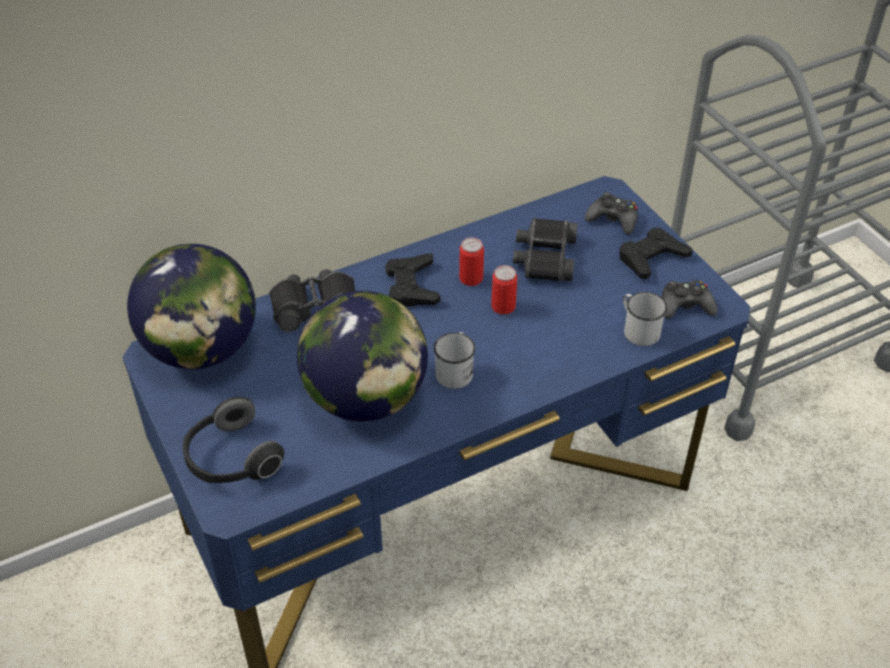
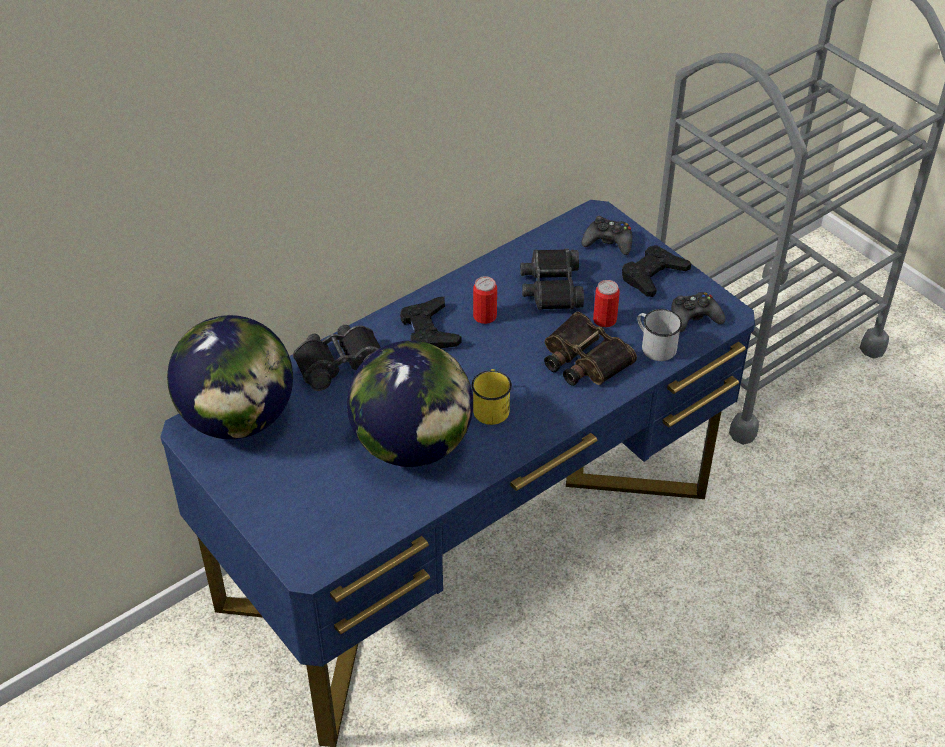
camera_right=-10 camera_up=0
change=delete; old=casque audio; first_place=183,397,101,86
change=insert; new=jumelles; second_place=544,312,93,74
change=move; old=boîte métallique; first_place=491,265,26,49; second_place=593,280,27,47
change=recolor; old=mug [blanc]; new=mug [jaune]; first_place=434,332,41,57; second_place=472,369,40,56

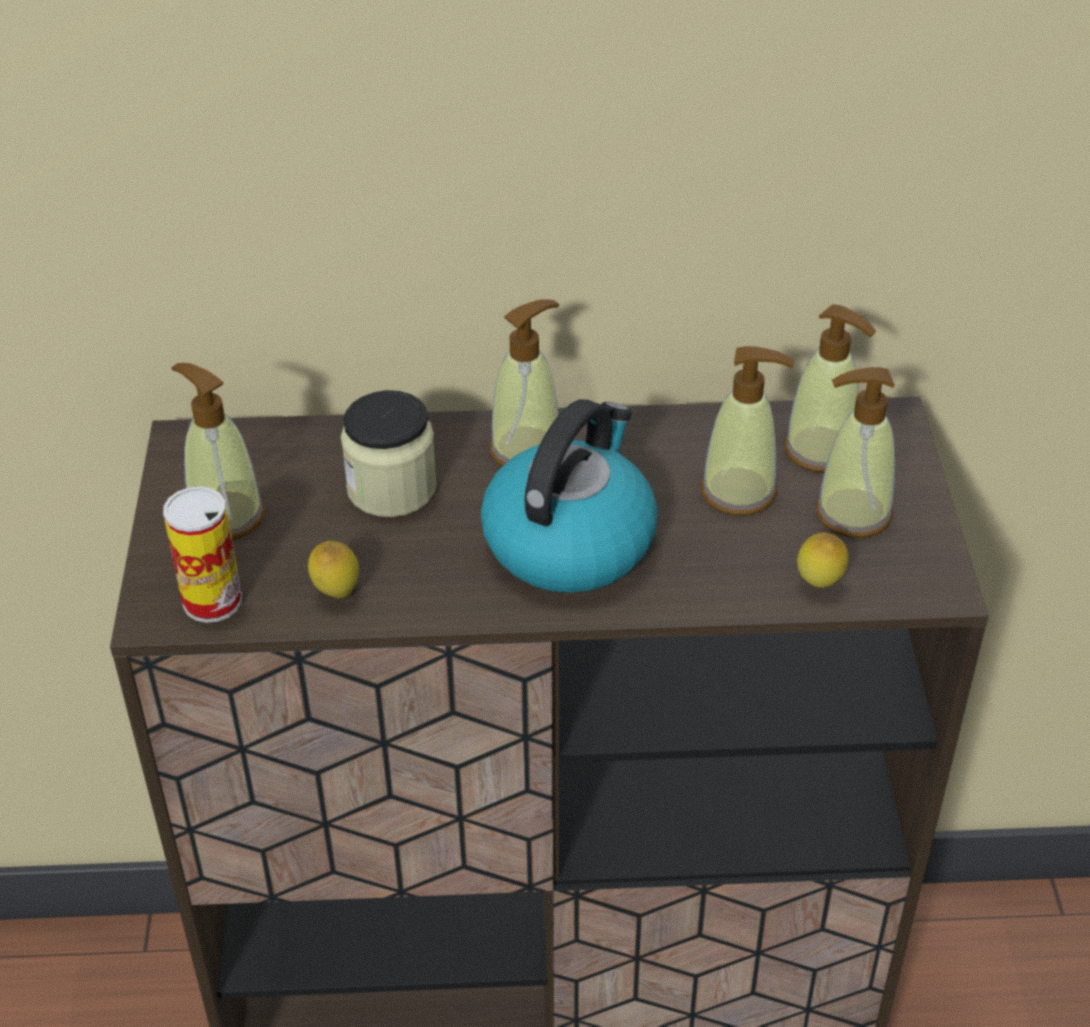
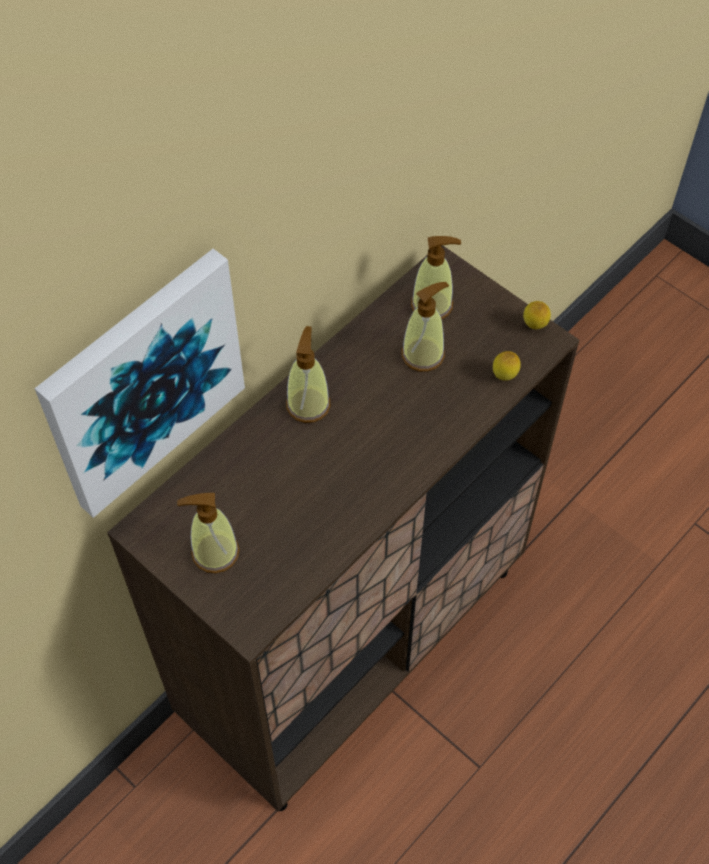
camera_right=-45 camera_up=15
change=delete; old=boîte métallique; first_place=163,486,79,137
change=delete; old=bocal; first_place=341,390,96,127
change=delete; old=bouilloire; first_place=481,399,177,194
change=delete; old=distributeur de savon; first_place=816,367,79,171
change=insert; new=tableau; second_place=35,249,210,269
change=move; old=citron; first_place=308,541,51,57; second_place=523,301,28,29

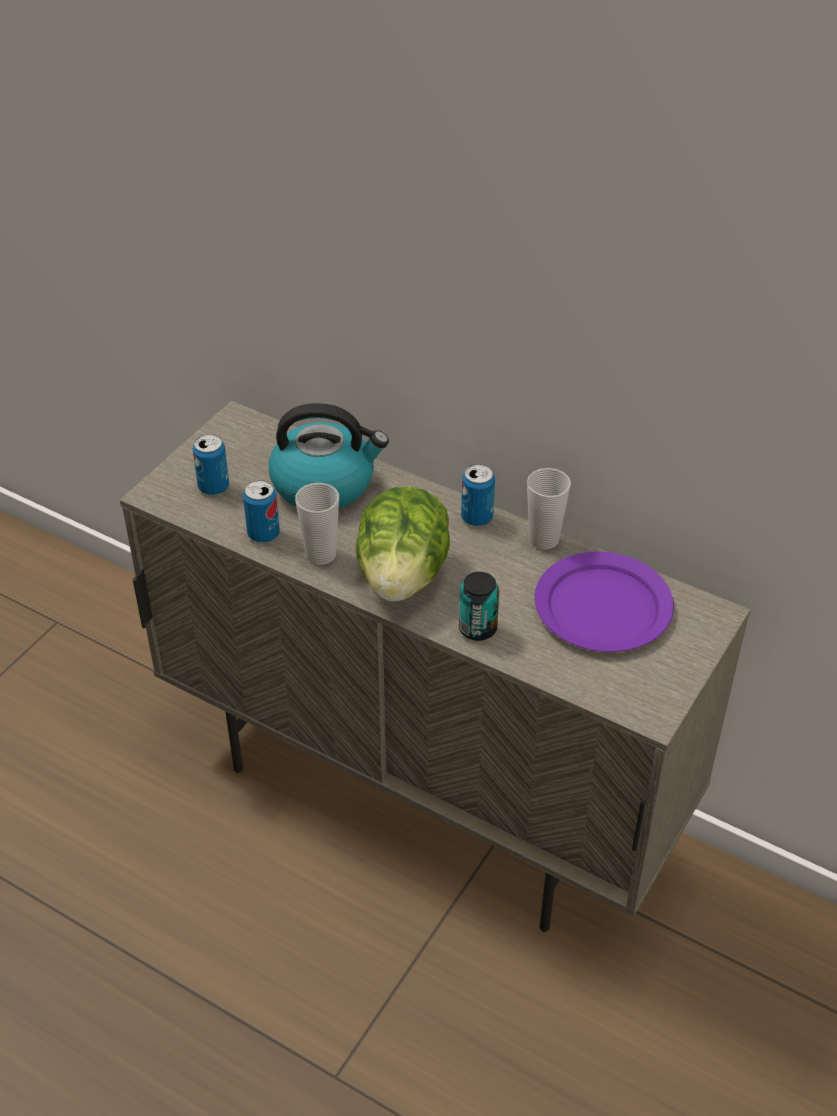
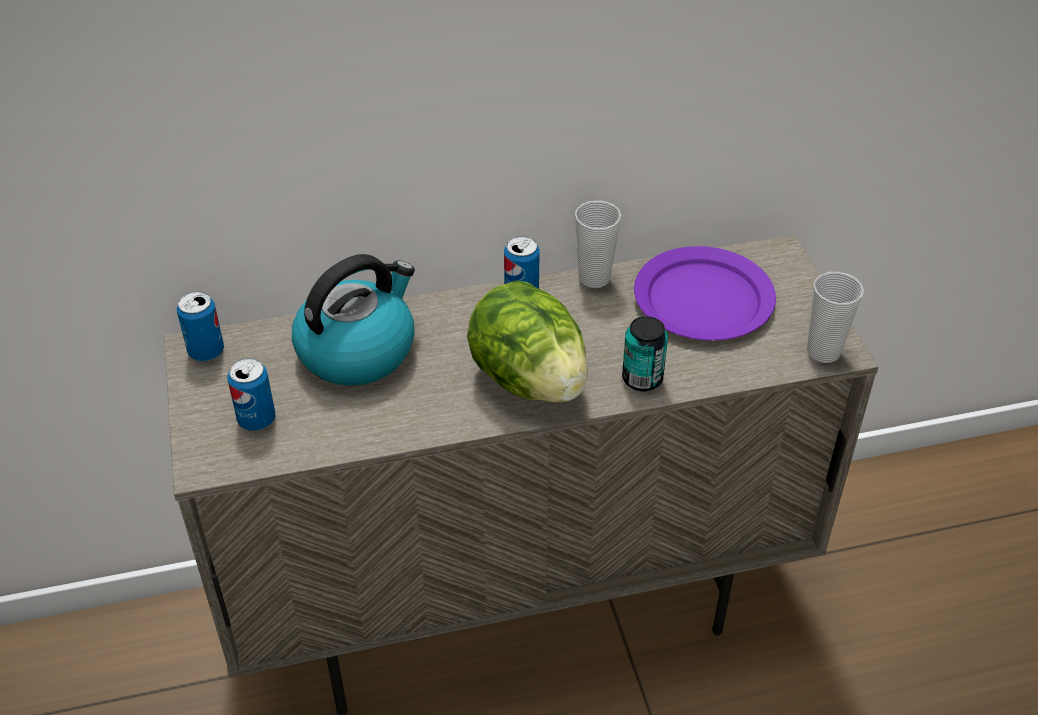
camera_right=-45 camera_up=0
change=move; old=boîte métallique; first_place=243,480,37,63; second_place=177,291,47,70
change=move; old=tasse; first_place=295,483,44,82; second_place=807,272,57,91

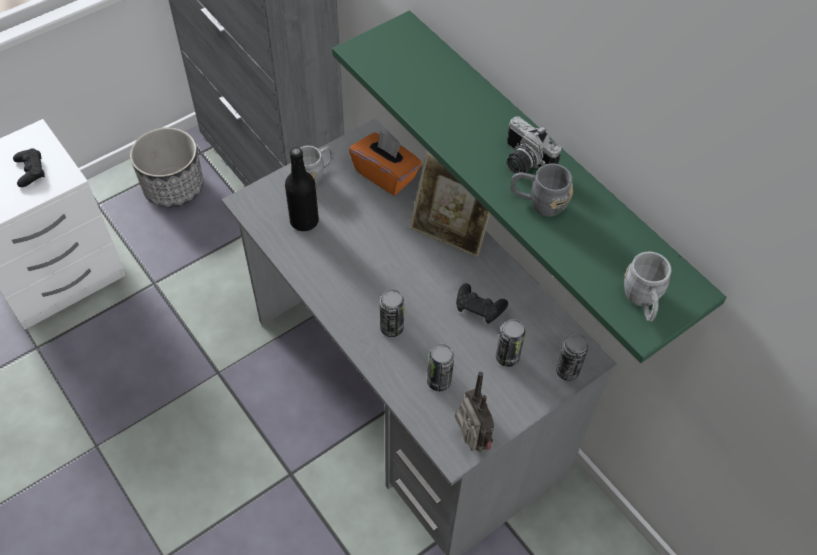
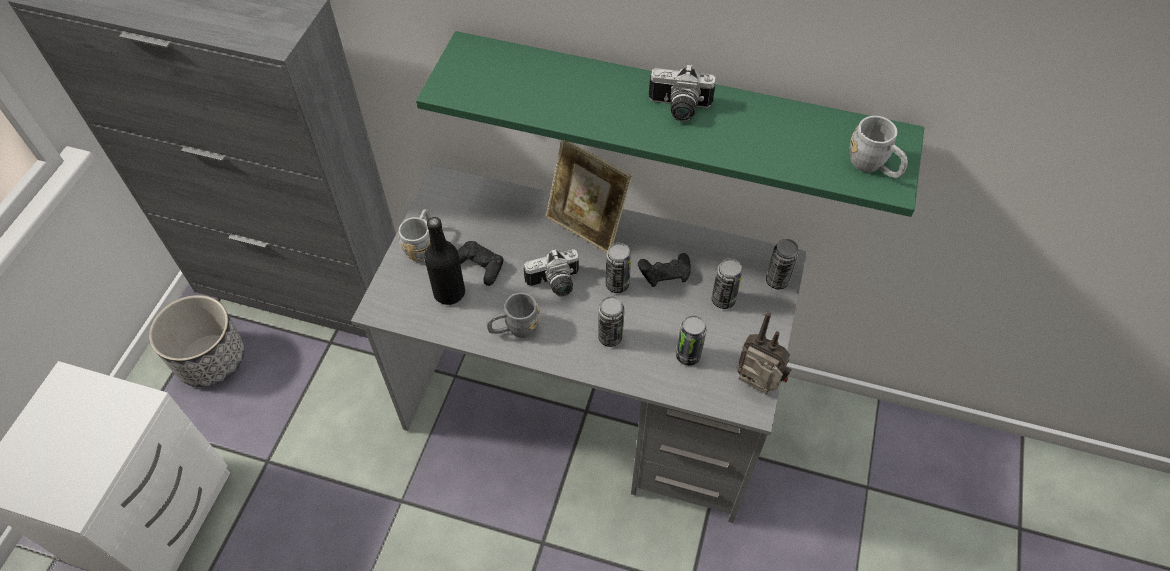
camera_right=-35 camera_up=0
change=delete; old=boîte à mouchoirs [orange]; first_place=349,130,73,65
change=insert; new=appareil photo; second_place=524,249,55,47
change=insert; new=boîte métallique; second_place=605,243,26,50
change=move; old=manette [noir]; first_place=13,148,32,39; second_place=457,241,46,45
change=move; old=mug [gris]; first_place=510,163,63,54; second_place=487,293,53,45
change=rotate; old=cadre photo; first_place=410,153,80,104; second_place=546,140,86,113; degrees=45

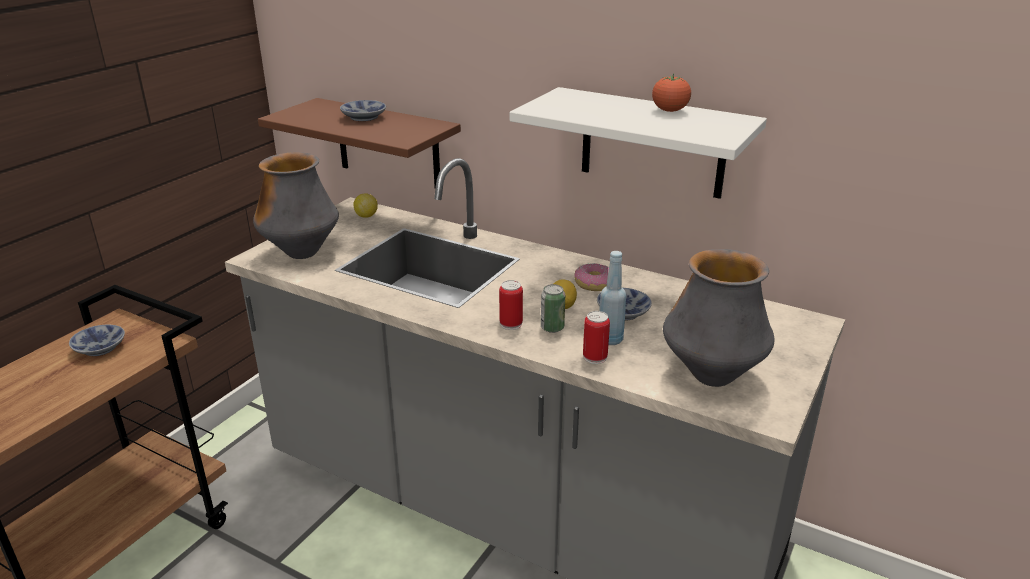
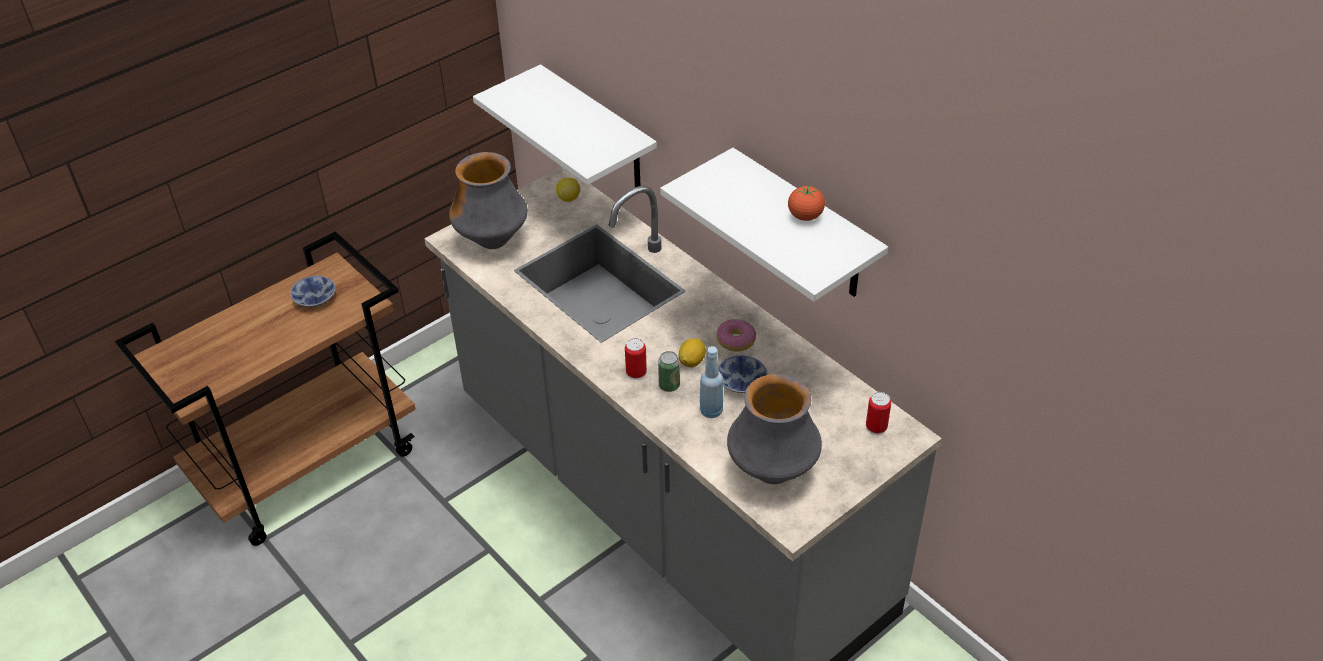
camera_right=20 camera_up=15
change=delete; old=bol; first_place=340,100,46,21
change=move; old=boîte métallique; first_place=583,311,27,53; second_place=866,392,25,43
change=recolor; old=étagère [marron]; new=étagère [blanc]; first_place=258,98,203,90; second_place=473,64,184,123

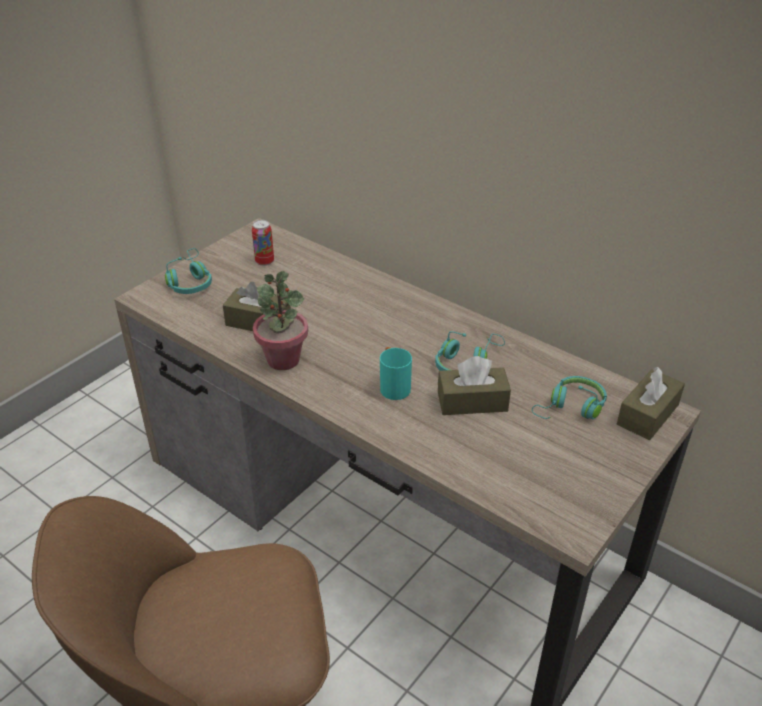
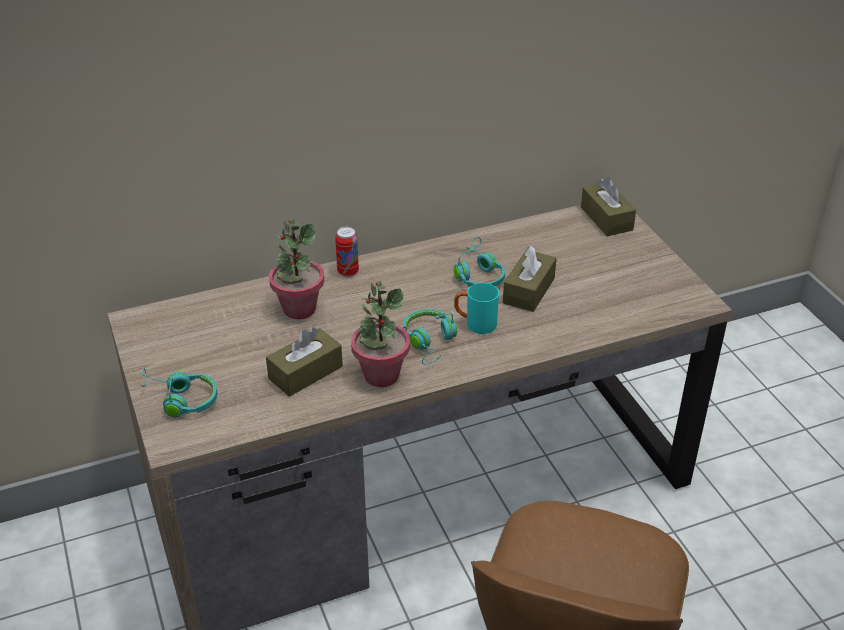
camera_right=-60 camera_up=0
change=insert; new=plante en pot; second_place=269,218,55,101
change=move; old=boîte métallique; first_place=252,220,22,46; second_place=335,227,24,50
change=move; old=casque audio [turquoise]; first_place=532,376,75,43; second_place=403,309,54,55

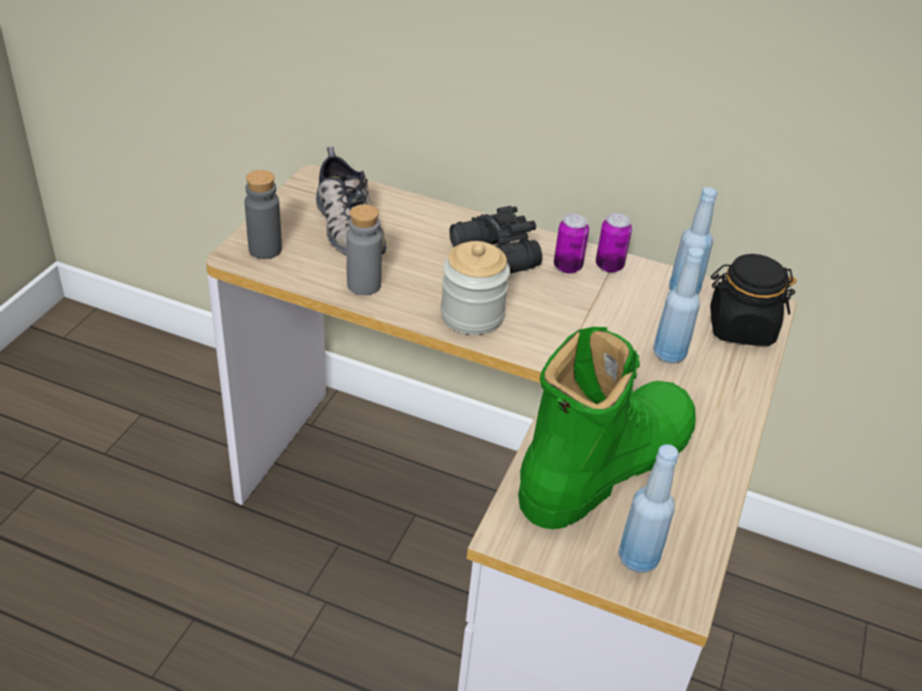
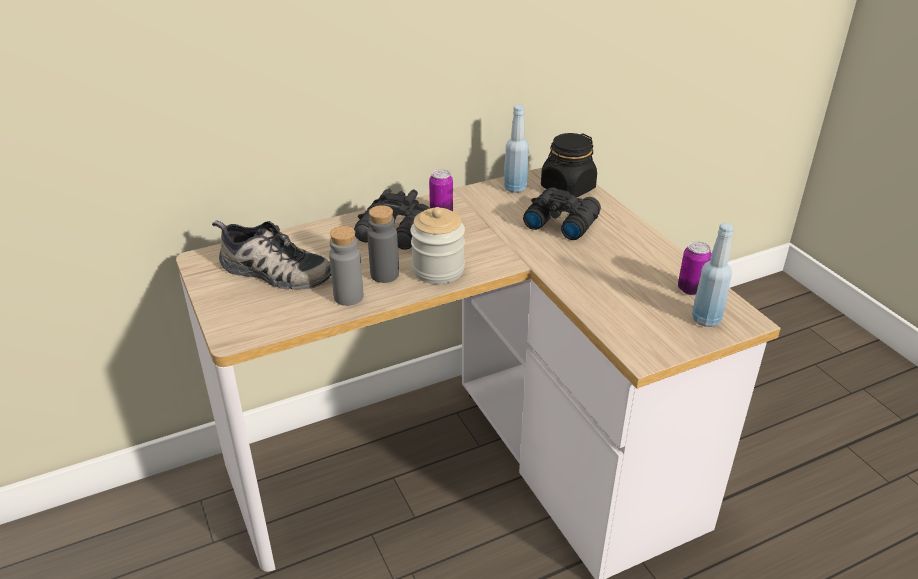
camera_right=-45 camera_up=-5
change=delete; old=botte [vert]; first_place=518,327,178,202
change=move; old=bouteille [gris]; first_place=245,170,37,89; second_place=367,205,32,78
change=move; old=boîte métallique; first_place=596,213,36,60; second_place=678,241,34,54
change=replace; old=bouteille [bleu]; new=jumelles [noir]; first_place=653,247,51,116; second_place=523,188,78,52

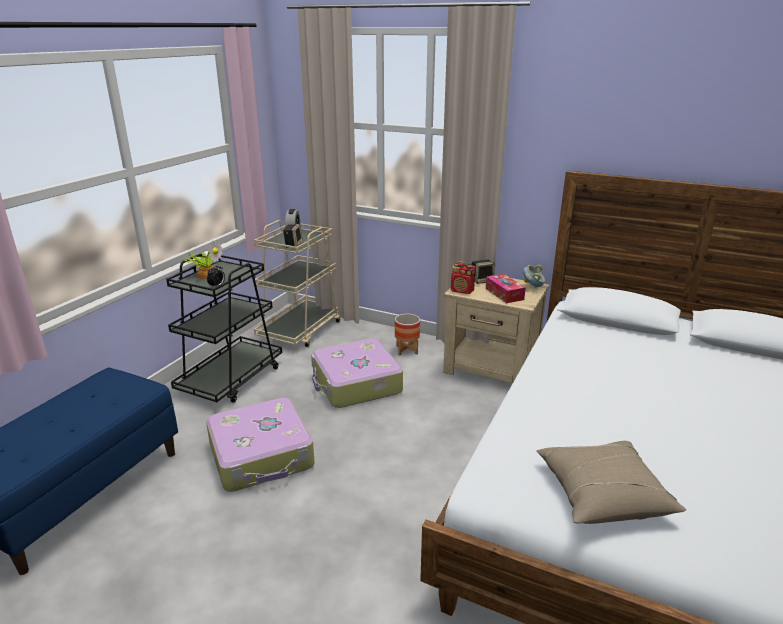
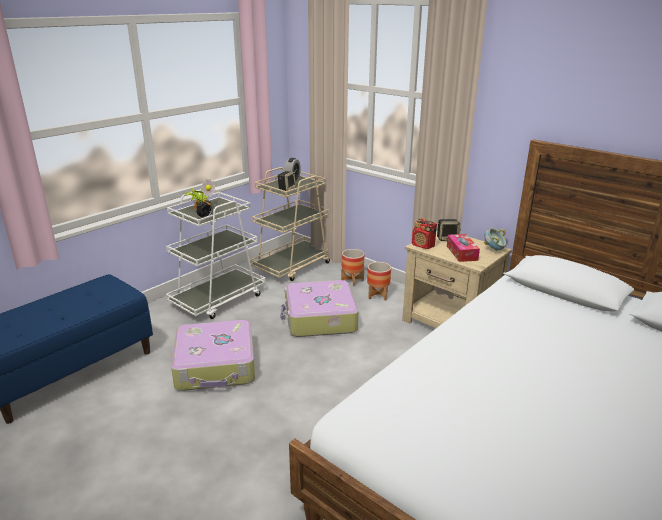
camera_right=15 camera_up=0
change=delete; old=coussin [beige]; first_place=537,441,149,83
change=insert; new=cache-pot; second_place=341,249,23,38
change=recolor; old=chariot [noir]; new=chariot [blanc]; first_place=166,254,116,149; second_place=166,189,100,130

